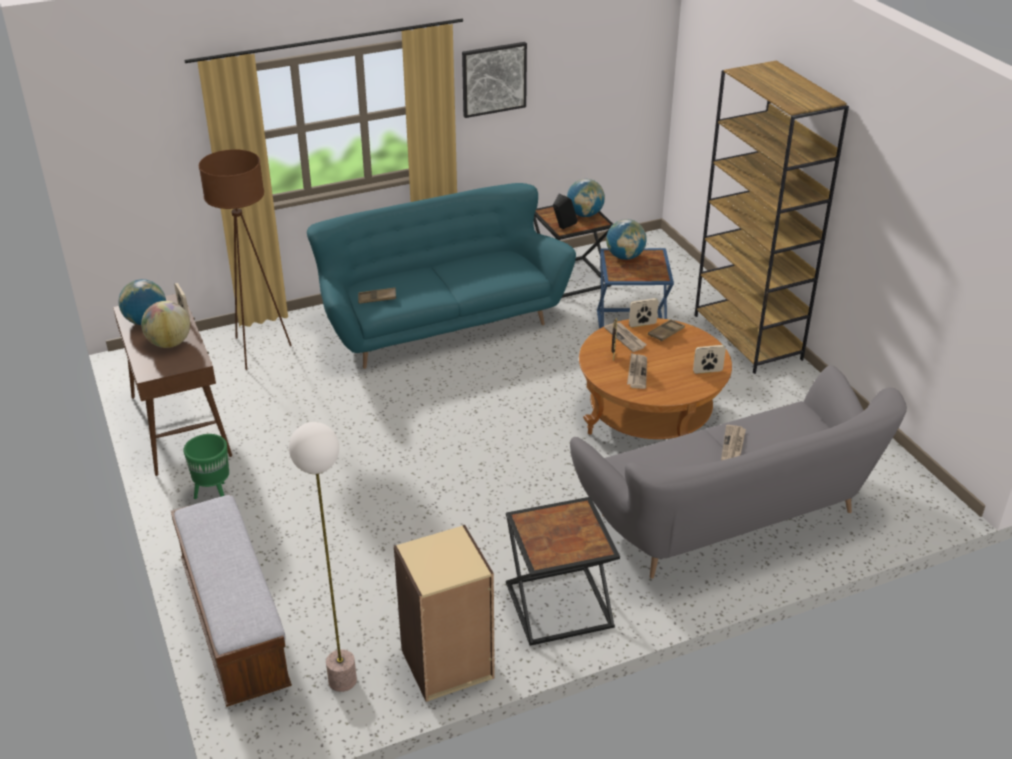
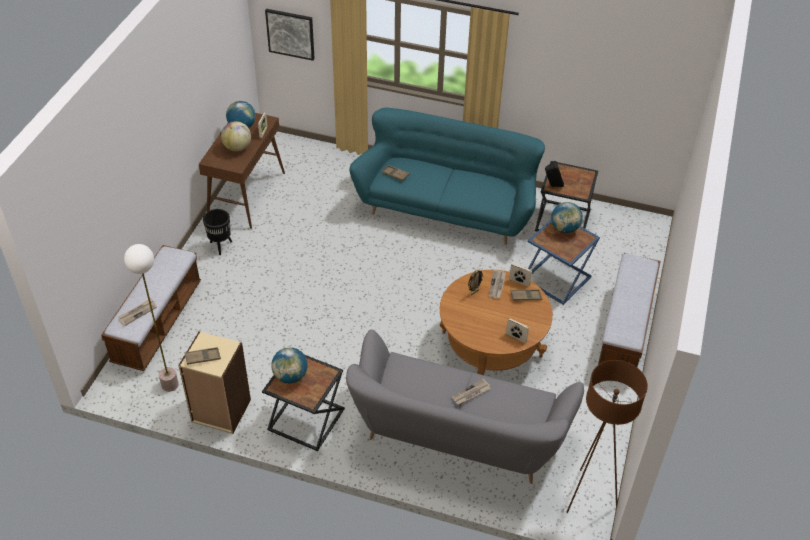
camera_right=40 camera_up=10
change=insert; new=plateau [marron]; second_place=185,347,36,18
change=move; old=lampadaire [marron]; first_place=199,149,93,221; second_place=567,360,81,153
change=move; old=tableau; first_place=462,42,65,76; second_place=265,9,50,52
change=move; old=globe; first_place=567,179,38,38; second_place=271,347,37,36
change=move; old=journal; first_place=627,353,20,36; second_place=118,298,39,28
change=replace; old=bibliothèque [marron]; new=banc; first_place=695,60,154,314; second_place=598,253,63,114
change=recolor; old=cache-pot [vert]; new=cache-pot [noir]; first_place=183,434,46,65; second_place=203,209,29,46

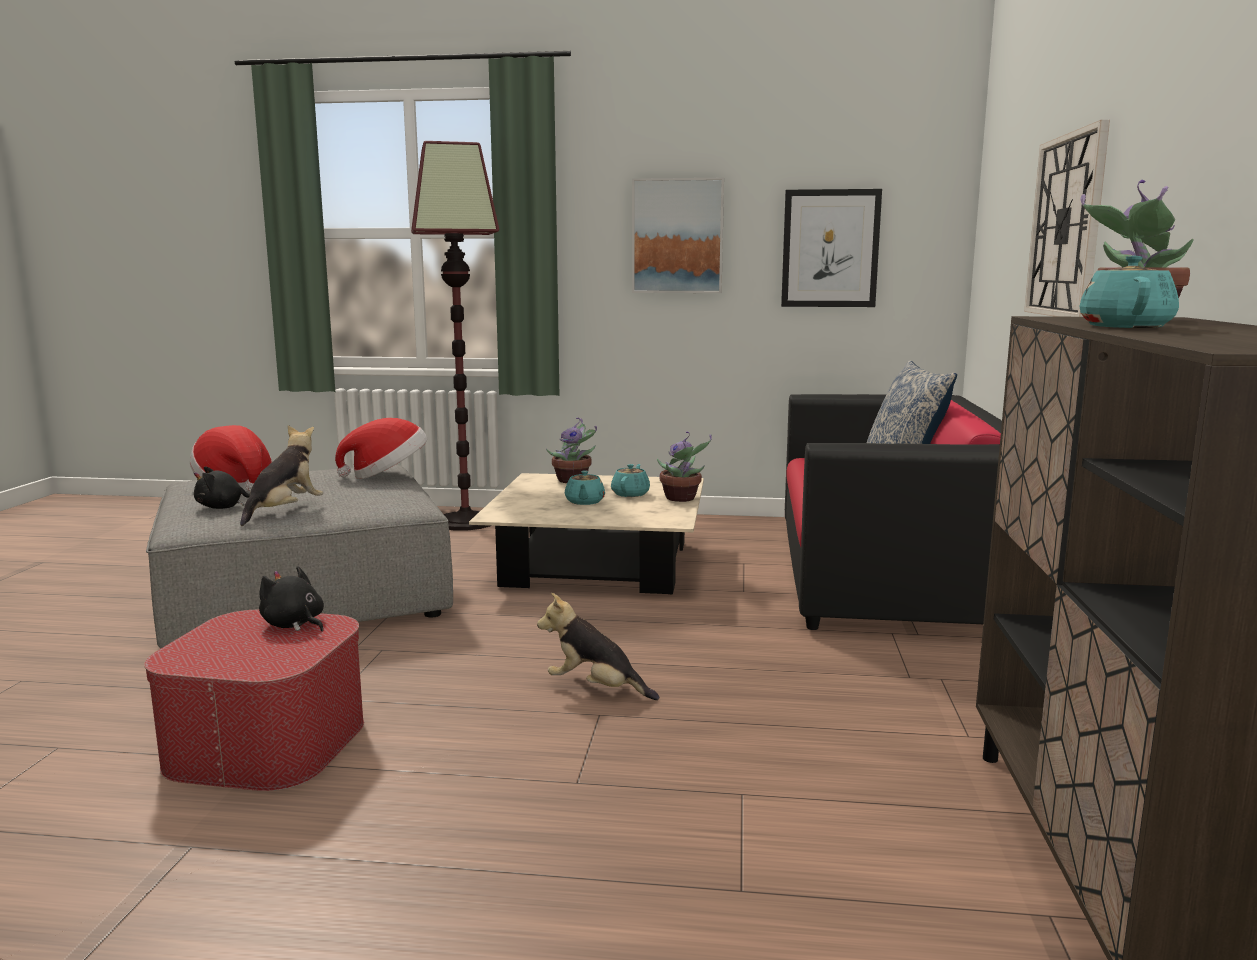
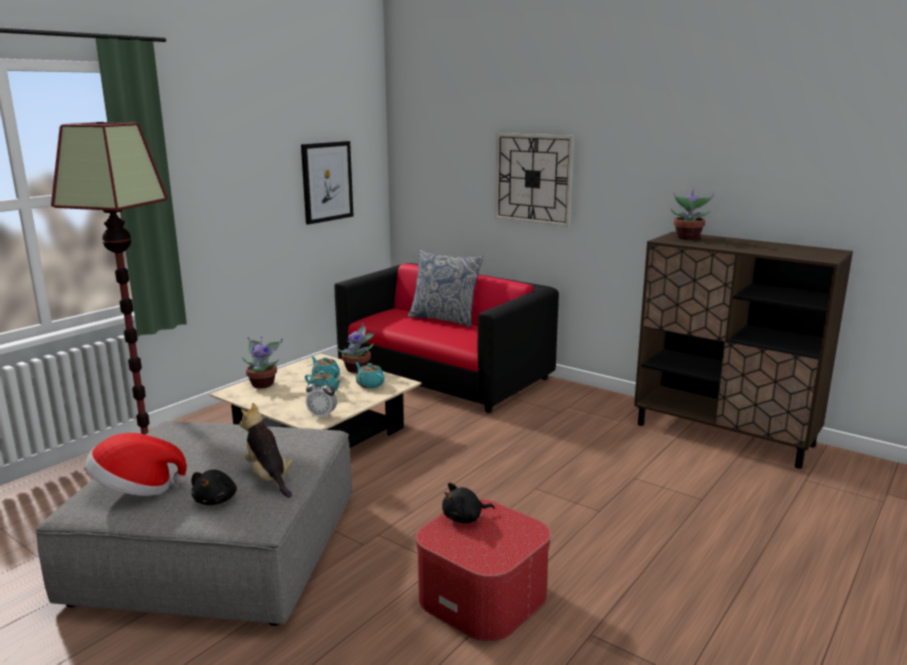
camera_right=-60 camera_up=5
change=delete; old=chapeau; first_place=335,418,92,61
change=delete; old=peluche; first_place=537,593,123,107
change=delete; old=tableau; first_place=632,178,92,115
change=insert; new=réveil; second_place=306,379,31,40
change=move; old=théière [turquoise]; first_place=1079,255,100,73; second_place=355,362,30,26

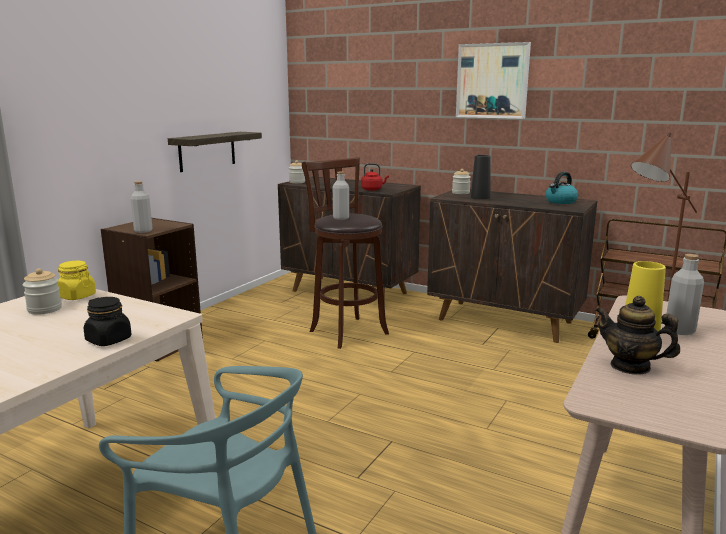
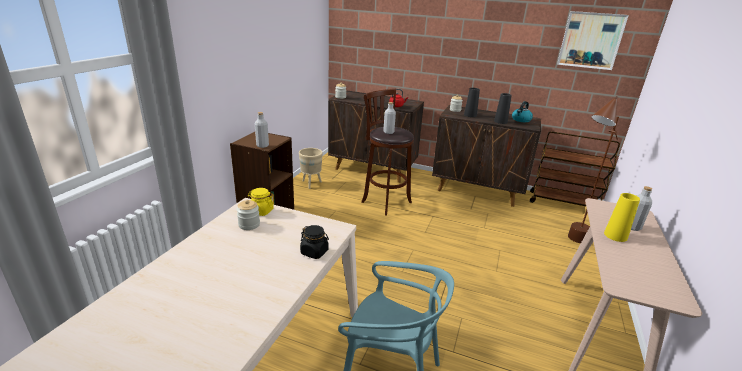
camera_right=-10 camera_up=10
change=delete; old=étagère; first_place=168,132,94,40
change=delete; old=théière; first_place=595,296,85,79
change=insert; new=cache-pot [beige]; second_place=299,148,24,41
change=insert; new=vase [noir]; second_place=494,93,18,31
change=move; old=tableau; first_place=456,42,75,77; second_place=557,11,72,59

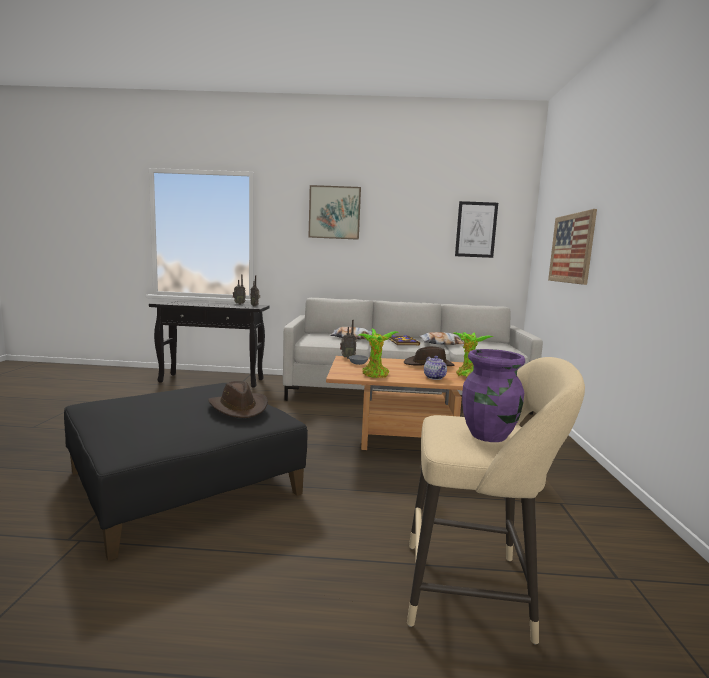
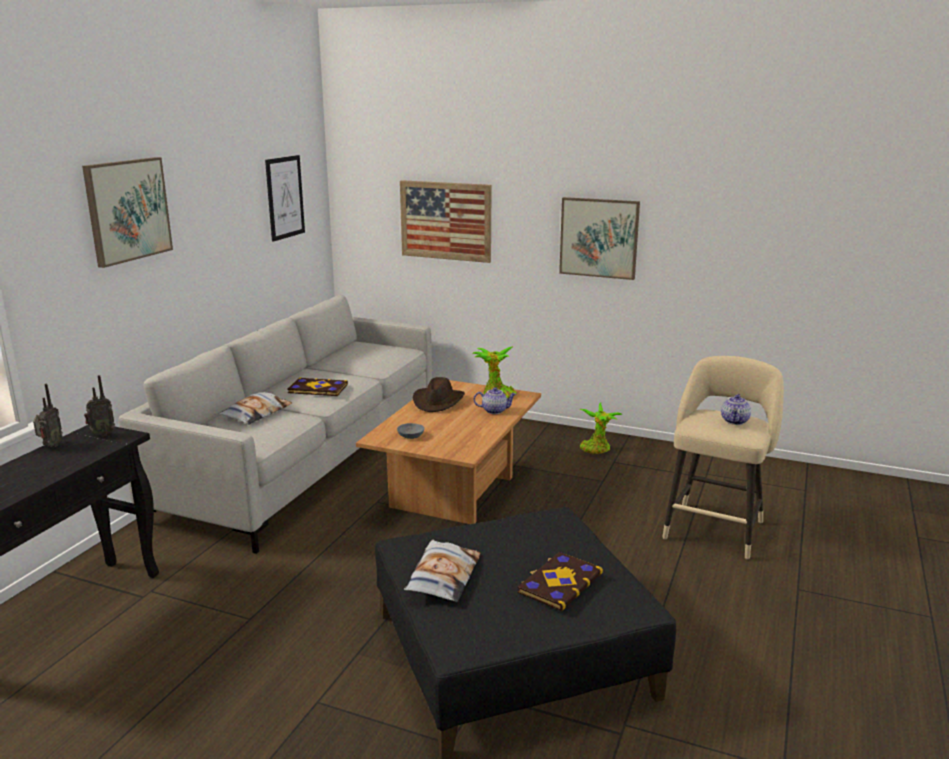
camera_right=-70 camera_up=10
change=delete; old=chapeau [marron]; first_place=208,381,60,37
change=delete; old=radio; first_place=340,320,17,39
change=insert; new=livre; second_place=518,552,85,59
change=insert; new=tableau; second_place=559,197,81,83
change=move; old=plante en pot; first_place=357,328,42,50; second_place=579,402,44,52
change=move; old=coussin; first_place=418,332,46,13; second_place=404,539,77,63
change=replace; old=vase [violet]; new=théière; first_place=462,349,63,93; second_place=721,394,30,31

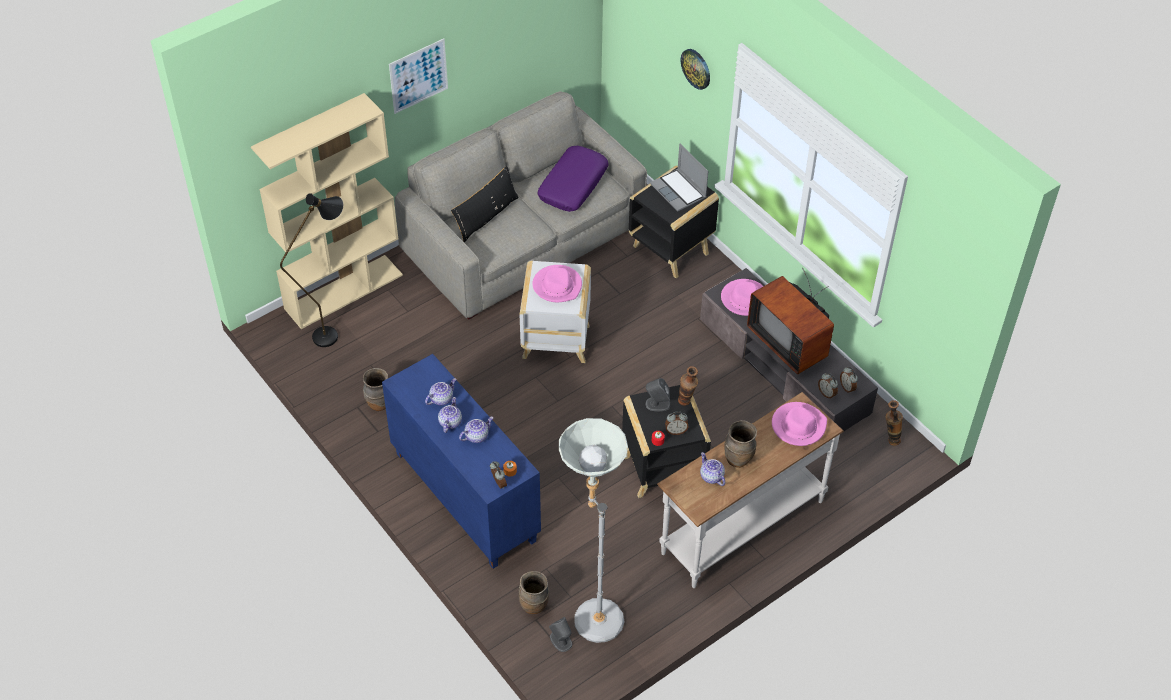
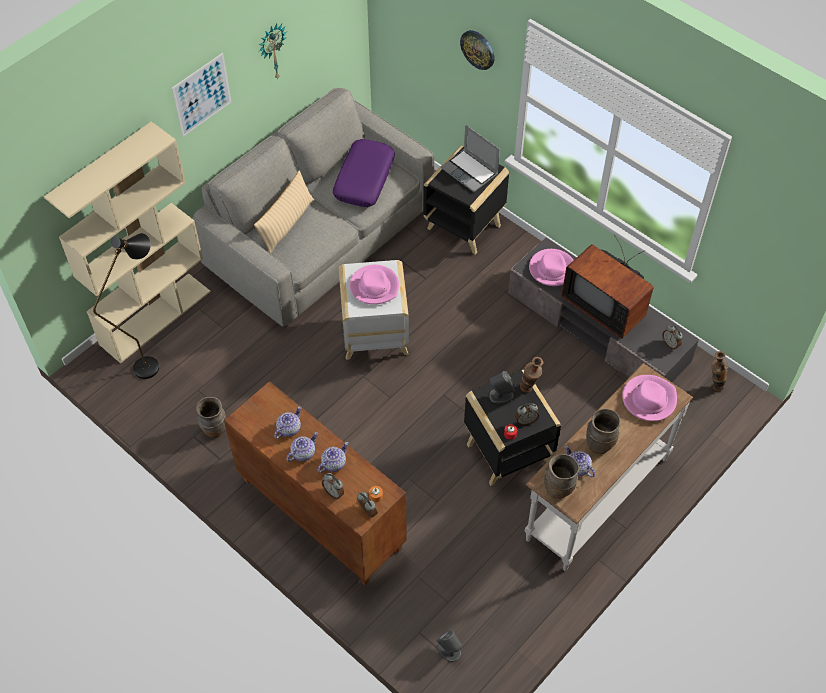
camera_right=-10 camera_up=5
change=delete; old=lampadaire [gris]; first_place=559,418,69,225
change=insert; new=horloge murale; second_place=259,24,28,56
change=move; old=vase [marron]; first_place=519,571,30,43; second_place=544,454,35,45
change=move; old=réveil; first_place=818,373,20,26; second_place=322,473,22,26
change=recolor; old=meuble de rangement [bleu]; new=meuble de rangement [marron]; first_place=382,354,159,215; second_place=224,381,183,204
change=recolor; old=coussin [noir]; new=coussin [beige]; first_place=451,165,68,77; second_place=254,171,60,83
change=rotate; old=théière; first_place=438,397,24,36; second_place=286,432,32,30; degrees=45

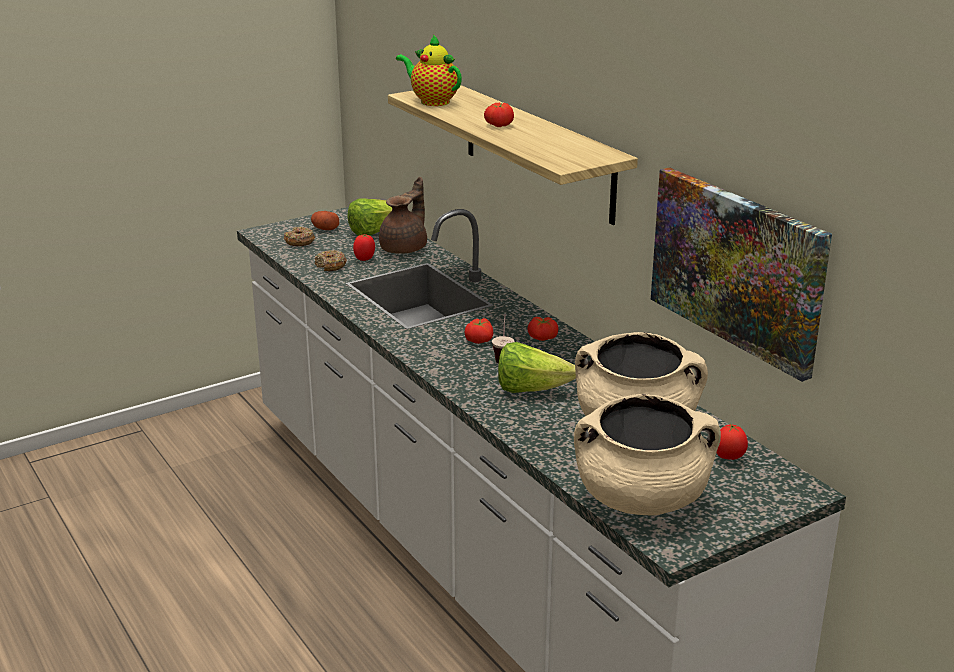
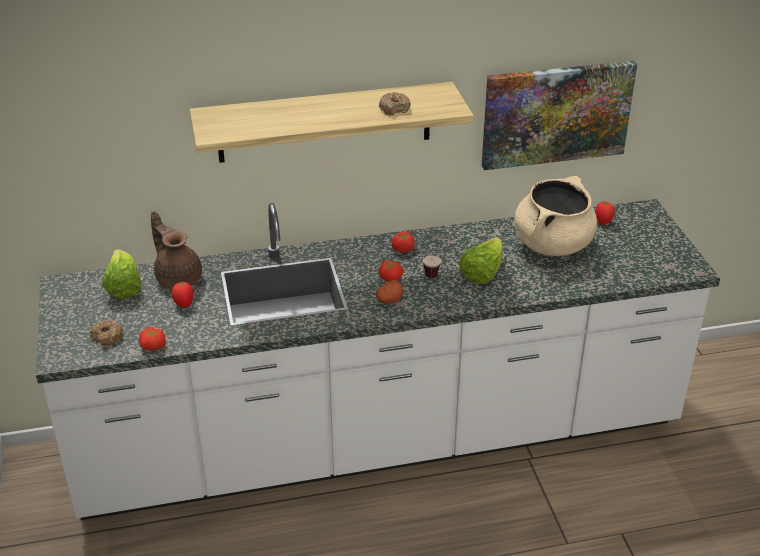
camera_right=-70 camera_up=10
change=delete; old=théière; first_place=396,34,66,72
change=delete; old=marmite [beige]; first_place=574,394,147,122
change=move; old=pomme de terre; first_place=311,211,28,19; second_place=376,280,27,24
change=move; old=beignet; first_place=315,250,32,21; second_place=379,92,32,24
change=move; old=tomate; first_place=484,103,30,24; second_place=139,327,27,24

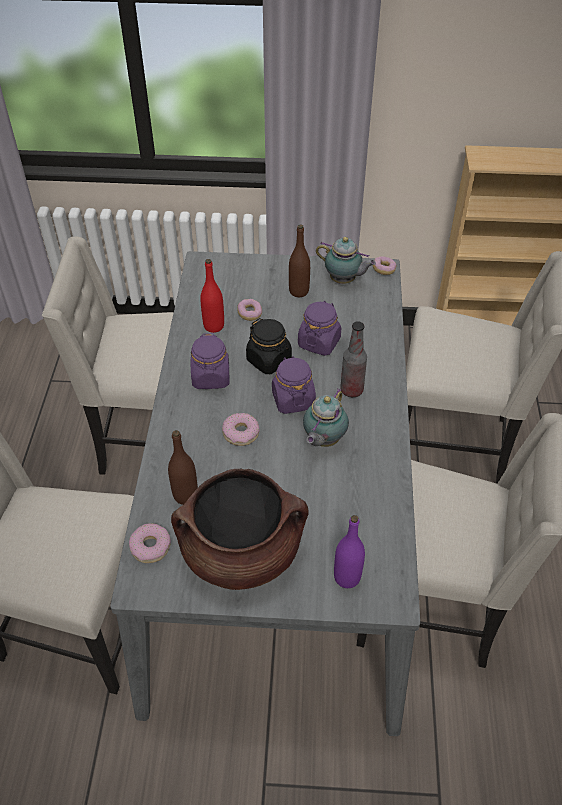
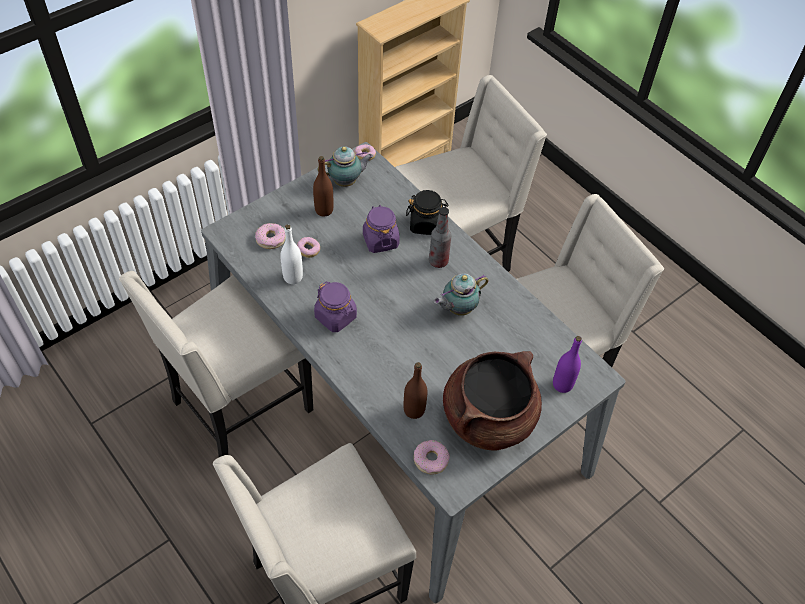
camera_right=-45 camera_up=5
change=delete; old=bocal [violet]; first_place=272,356,44,58
change=move; old=beignet; first_place=222,413,38,33; second_place=255,223,31,26
change=move; old=bocal [noir]; first_place=246,318,46,56; second_place=406,190,43,45
change=recolor; old=bouteille [rouge]; new=bouteille [blanc]; first_place=200,259,24,74; second_place=280,224,23,60
change=rotate; old=théière; first_place=303,389,46,58; second_place=434,273,55,43; degrees=75

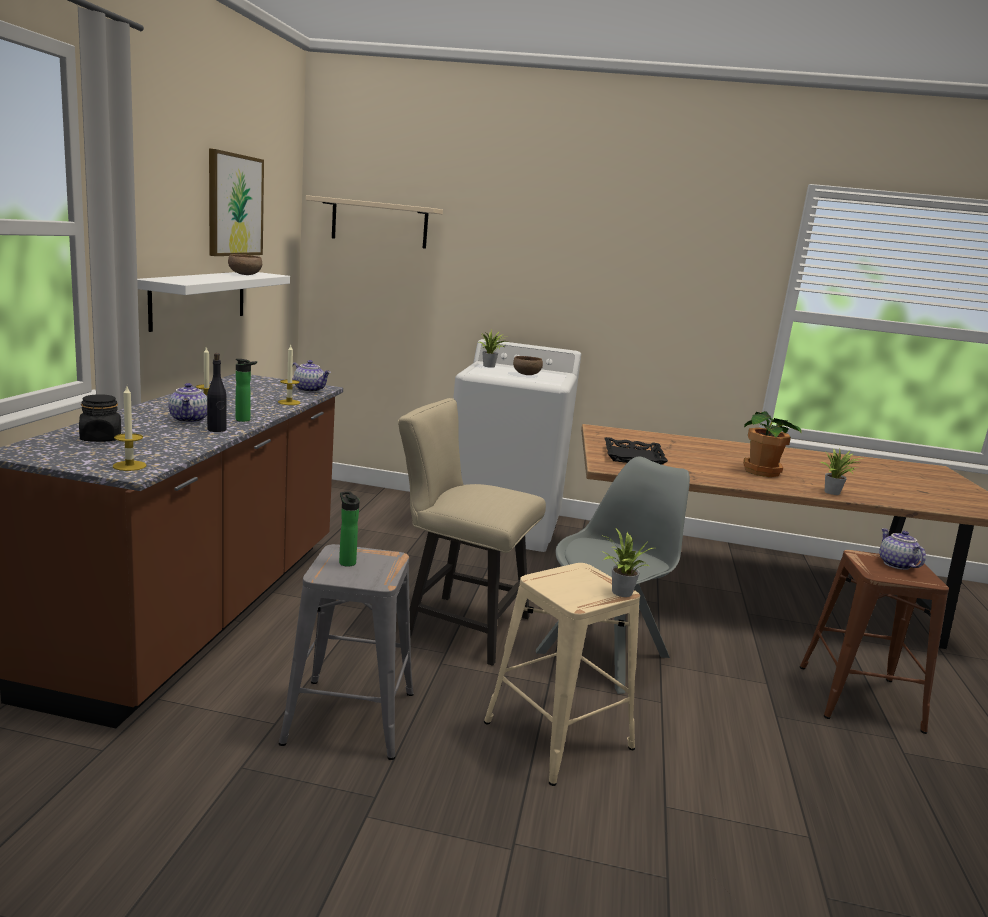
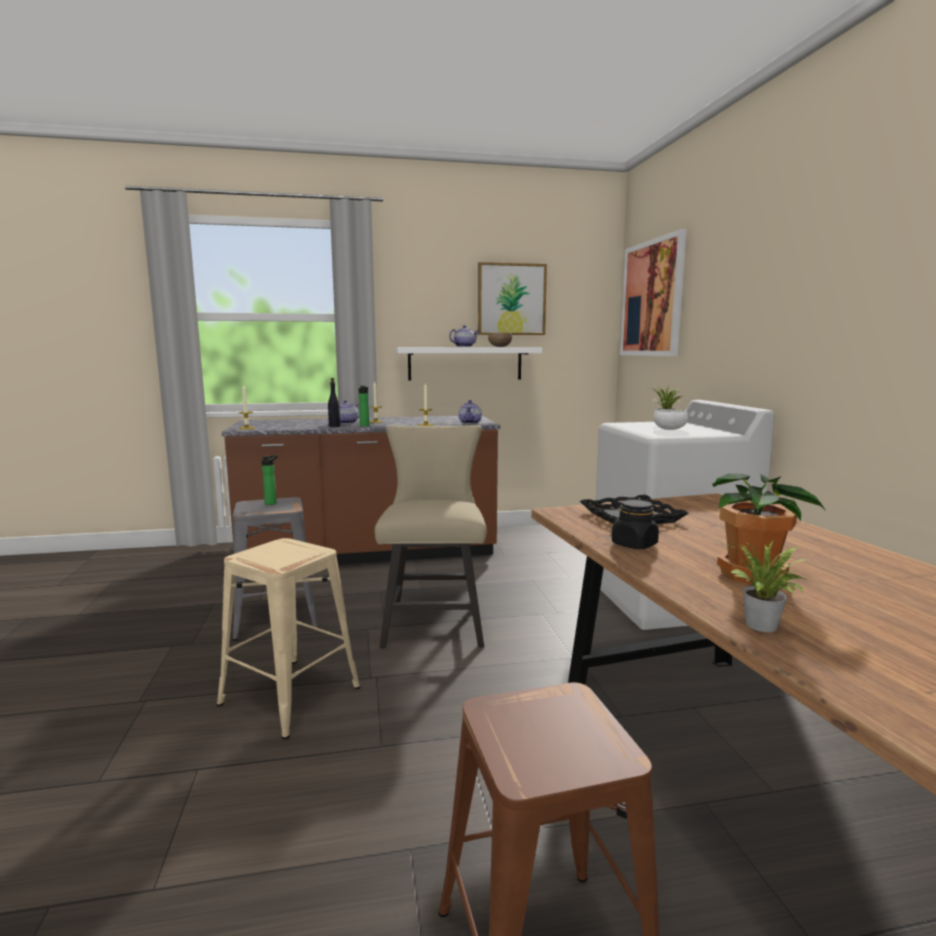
camera_right=70 camera_up=-5
change=delete; old=chaise [gris]; first_place=536,457,154,237
change=delete; old=plante en pot; first_place=601,528,53,69
change=move; old=bocal [noir]; first_place=79,394,42,48; second_place=612,499,47,50
change=move; old=théière; first_place=879,528,47,42; second_place=449,325,30,22
change=replace; old=étagère [beige]; new=tableau; first_place=306,195,137,54; second_place=620,229,67,127
change=recolor; old=bol [marron]; new=bol [blanc]; first_place=513,356,30,19; second_place=653,410,35,20

